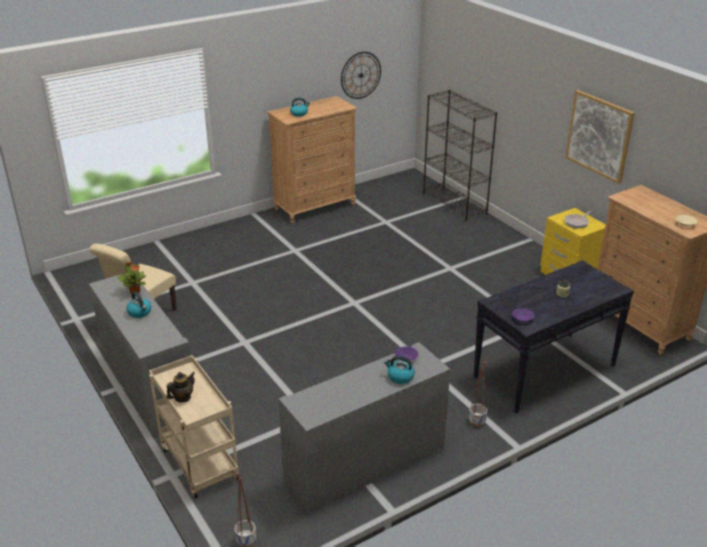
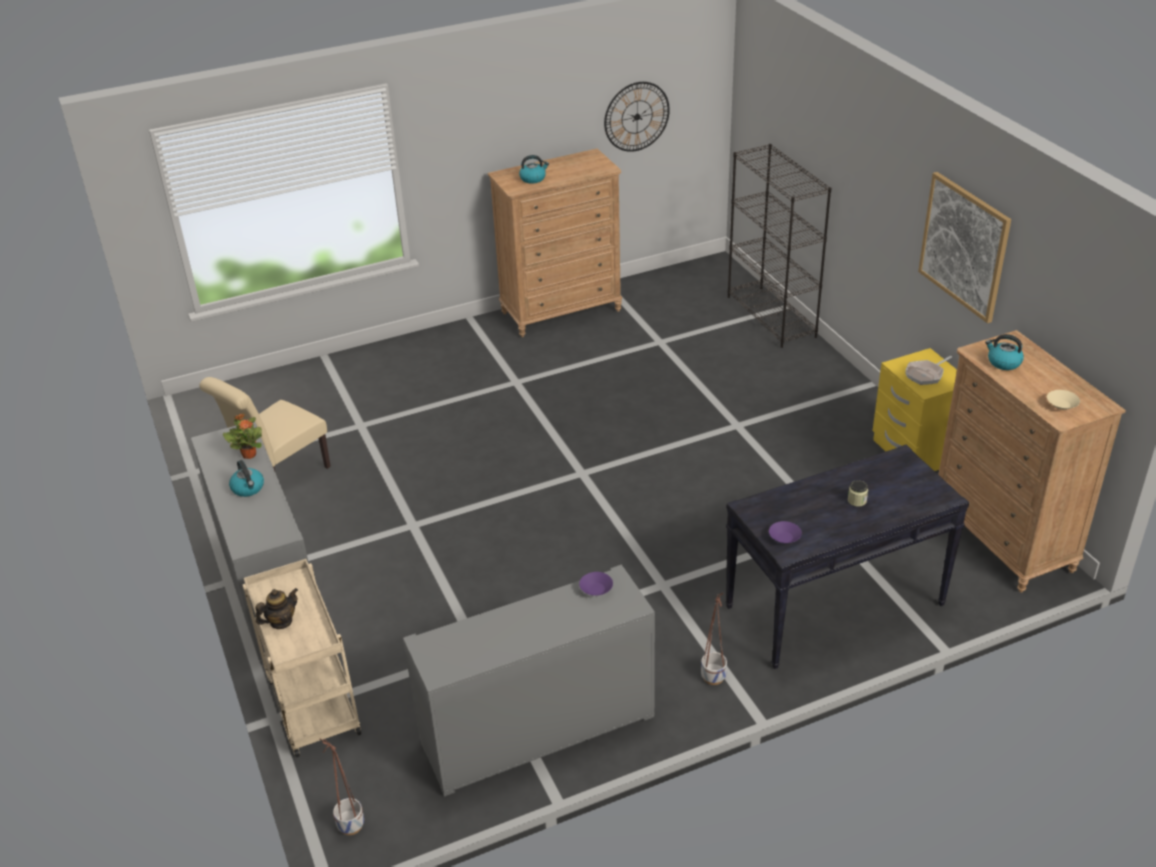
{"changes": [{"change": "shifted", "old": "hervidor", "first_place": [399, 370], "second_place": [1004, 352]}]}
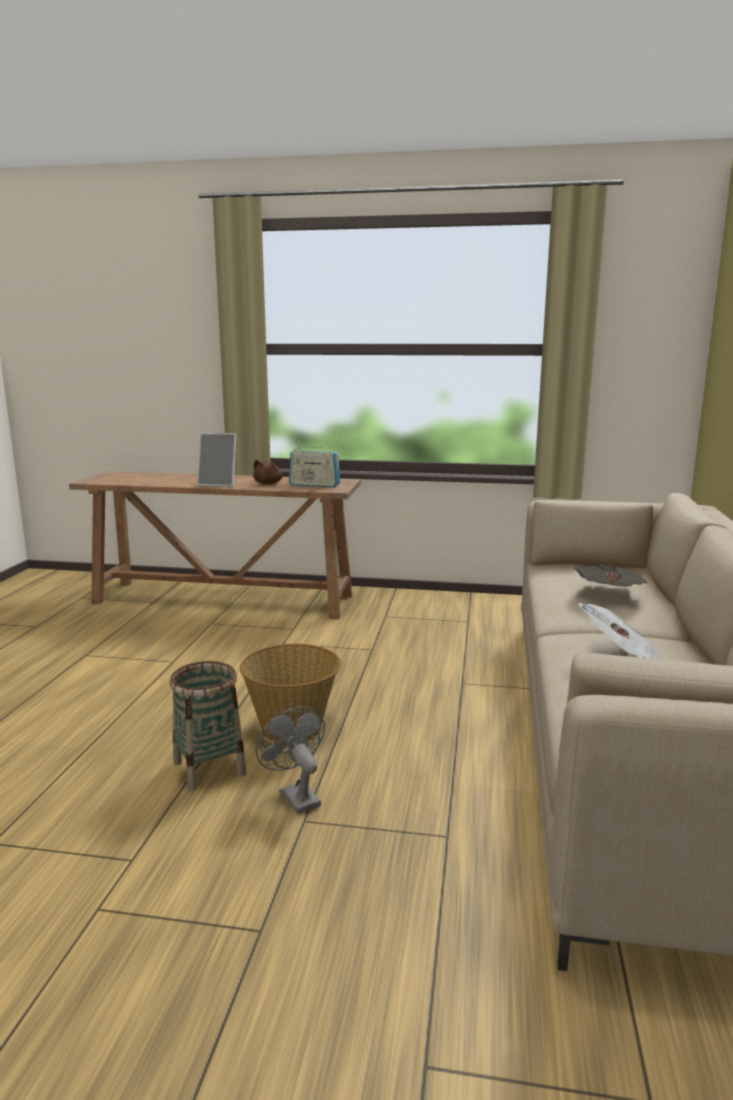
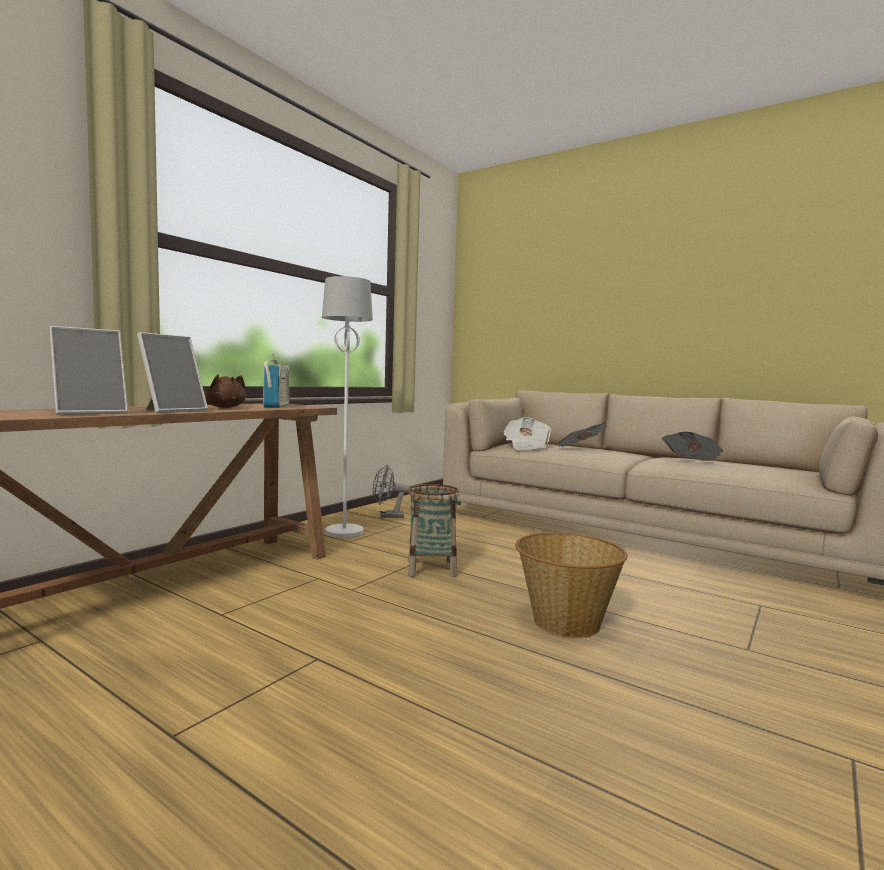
{"changes": [{"change": "rotated", "old": "radio", "first_place": [314, 465], "second_place": [276, 381], "degrees": -45}, {"change": "shifted", "old": "cesta", "first_place": [208, 726], "second_place": [433, 530]}, {"change": "shifted", "old": "ventilador/gris", "first_place": [290, 760], "second_place": [391, 491]}, {"change": "new", "new": "lámpara de pie/blanco", "second_place": [347, 407]}, {"change": "new", "new": "portarretratos", "second_place": [88, 370]}, {"change": "new", "new": "periódico", "second_place": [527, 433]}]}
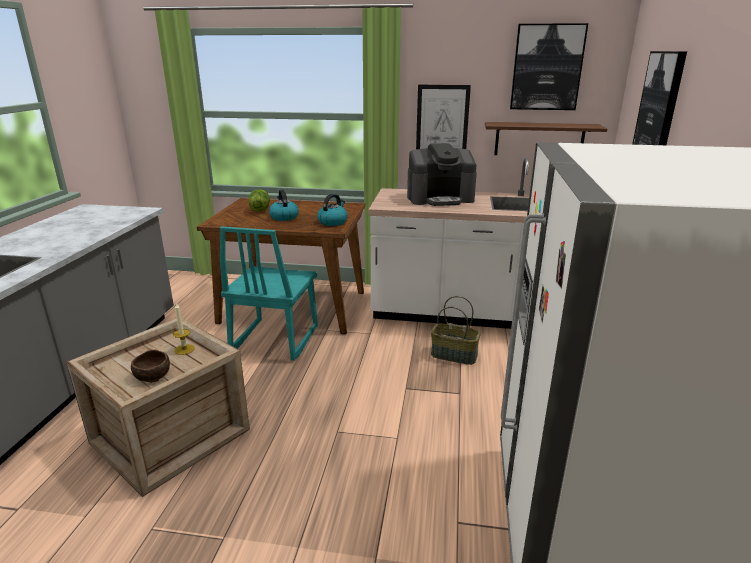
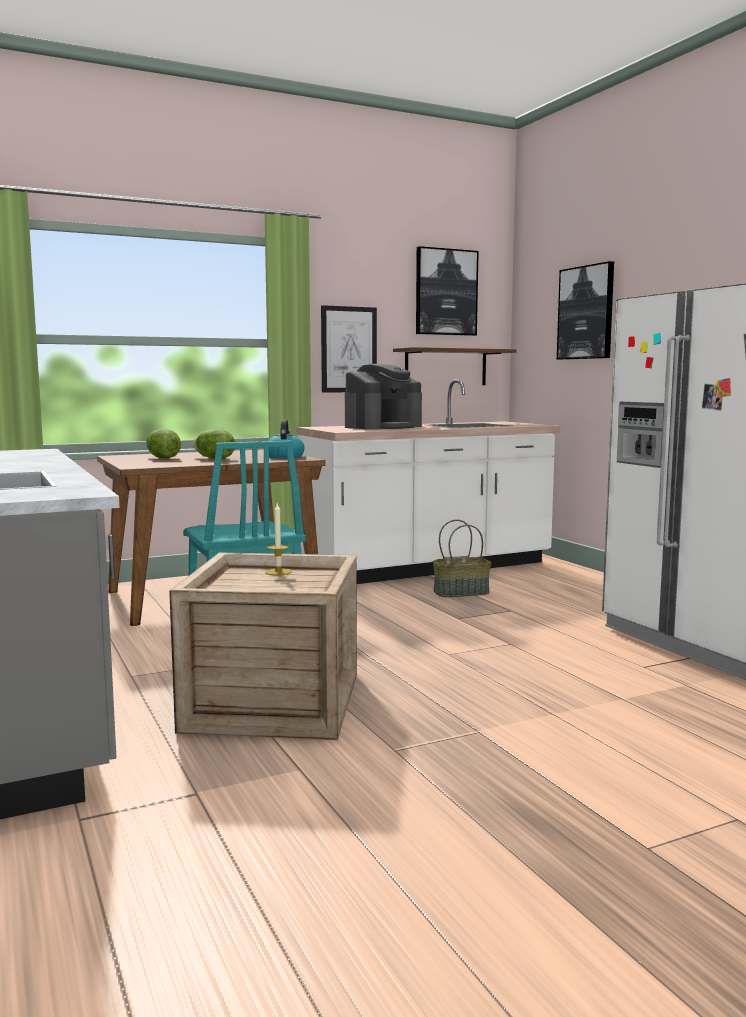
{"changes": [{"change": "swapped", "old": "hervidor", "new": "lechuga", "first_place": [284, 205], "second_place": [214, 444]}, {"change": "gone", "old": "cuenco/marrón", "first_place": [150, 366]}]}
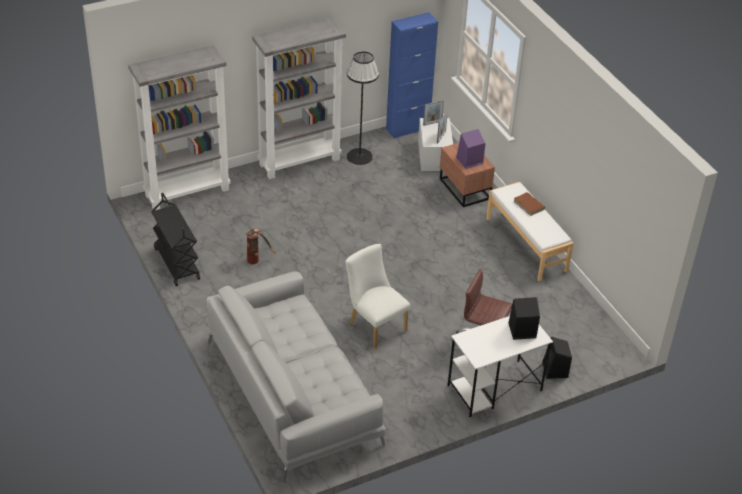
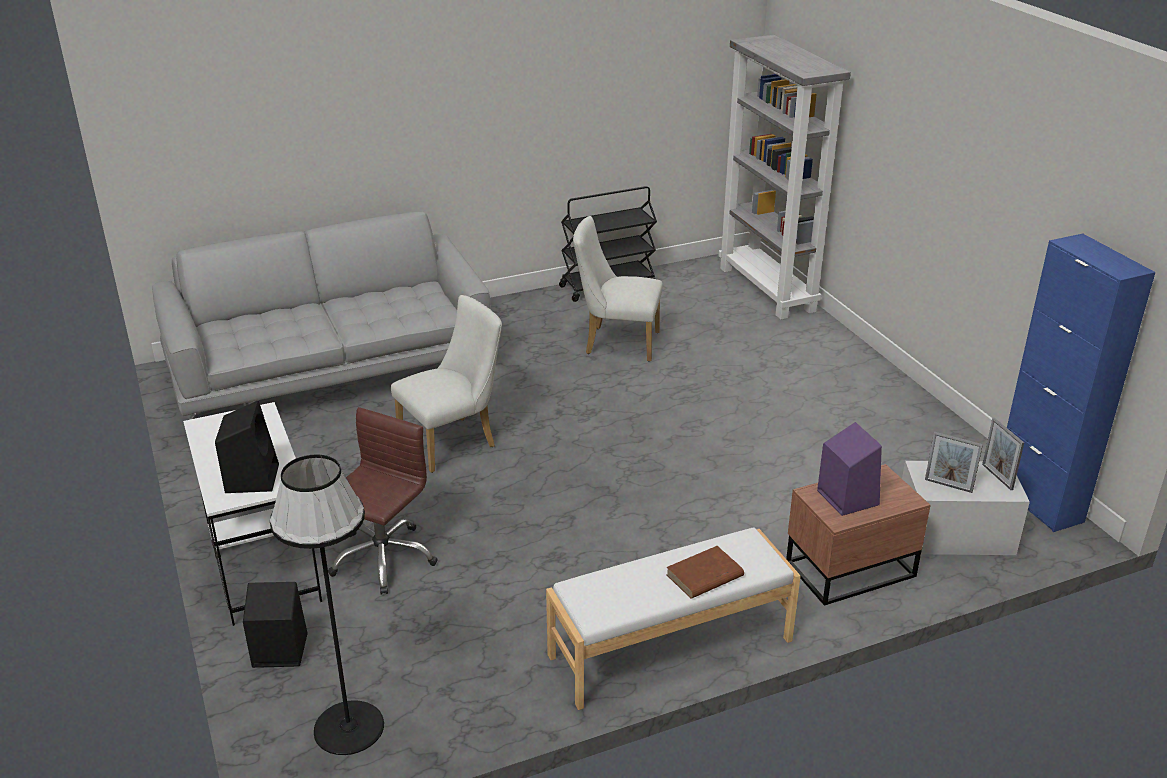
{"changes": [{"change": "gone", "old": "estantería/gris", "first_place": [299, 98]}, {"change": "shifted", "old": "lámpara de pie/negro", "first_place": [363, 108], "second_place": [327, 604]}, {"change": "swapped", "old": "extintor", "new": "silla/blanco", "first_place": [261, 245], "second_place": [618, 289]}]}
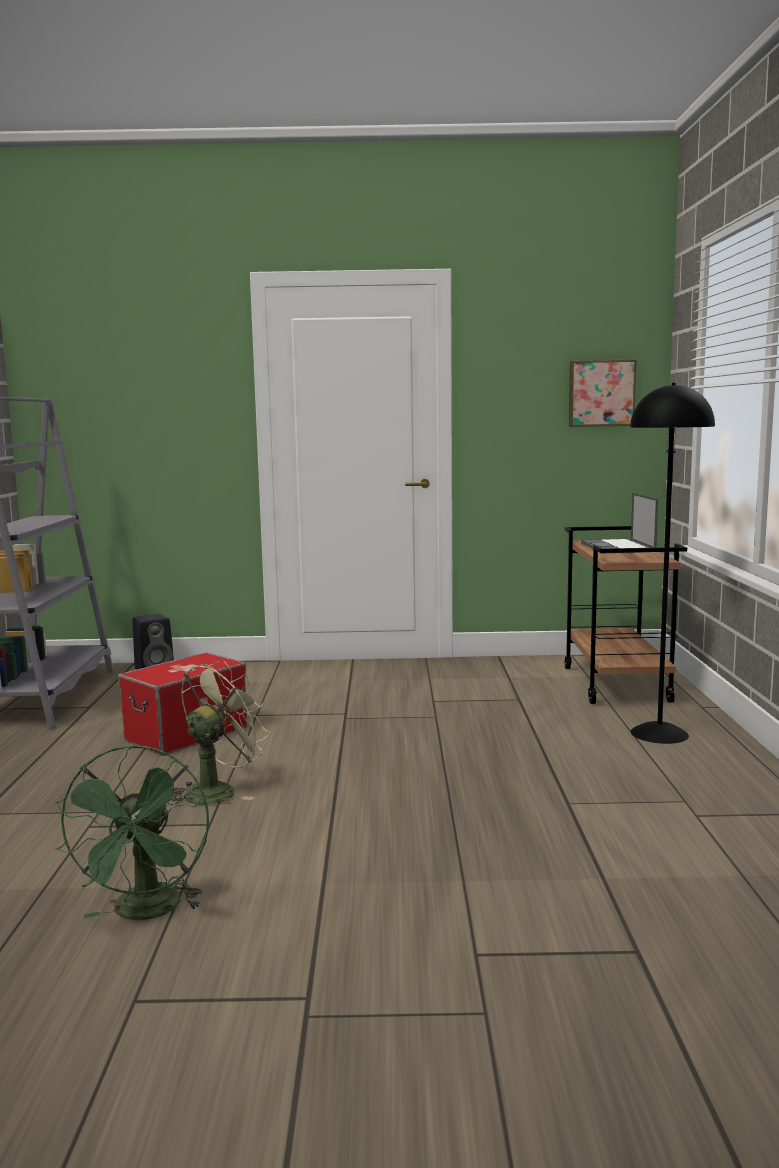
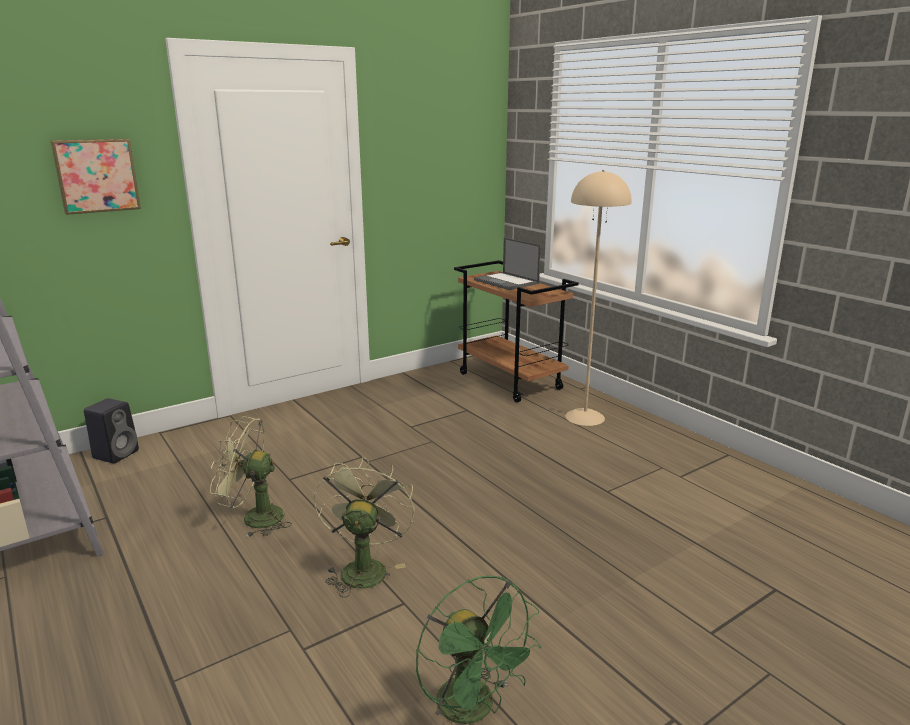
{"changes": [{"change": "shifted", "old": "cuadro", "first_place": [603, 393], "second_place": [96, 177]}, {"change": "repainted", "old": "lámpara de pie/negro", "new": "lámpara de pie/beis", "first_place": [672, 563], "second_place": [598, 298]}, {"change": "swapped", "old": "caja de almacenaje", "new": "ventilador/verde", "first_place": [183, 704], "second_place": [251, 477]}]}
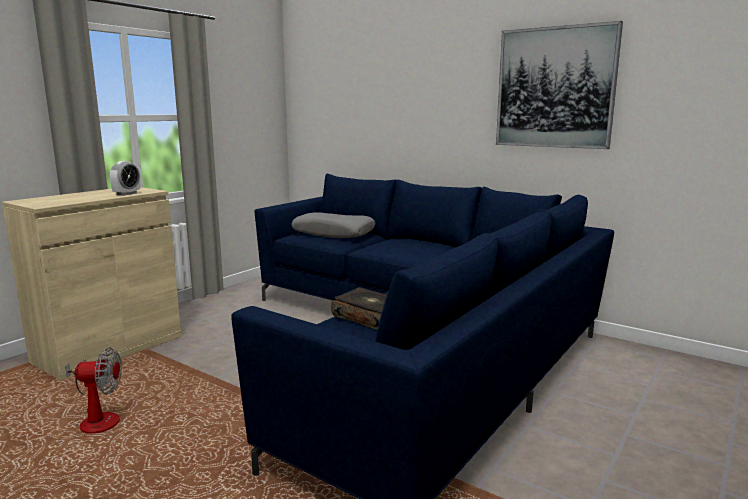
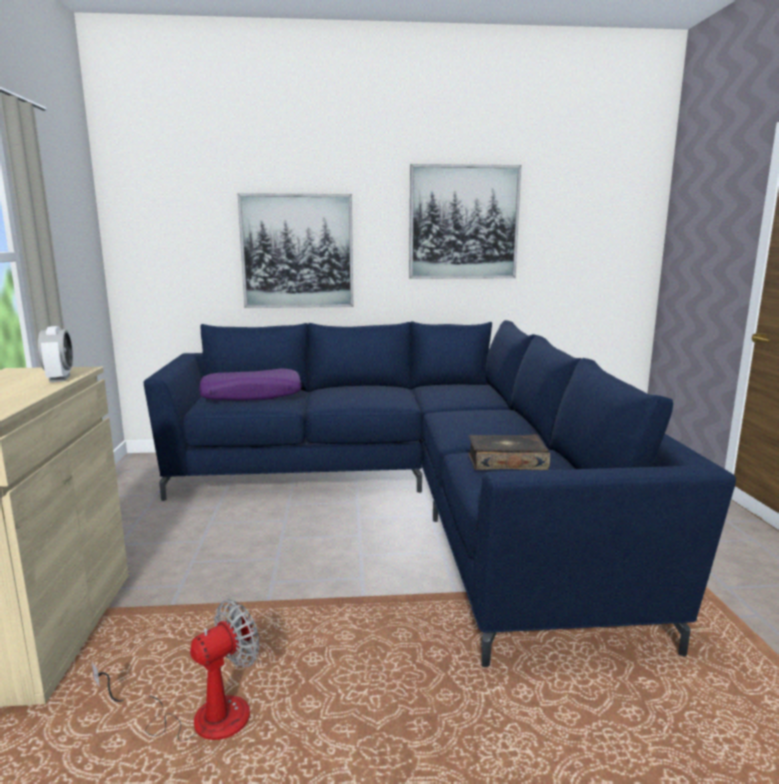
{"changes": [{"change": "repainted", "old": "cojín/gris", "new": "cojín/morado", "first_place": [333, 225], "second_place": [250, 385]}, {"change": "new", "new": "cuadro", "second_place": [295, 250]}]}
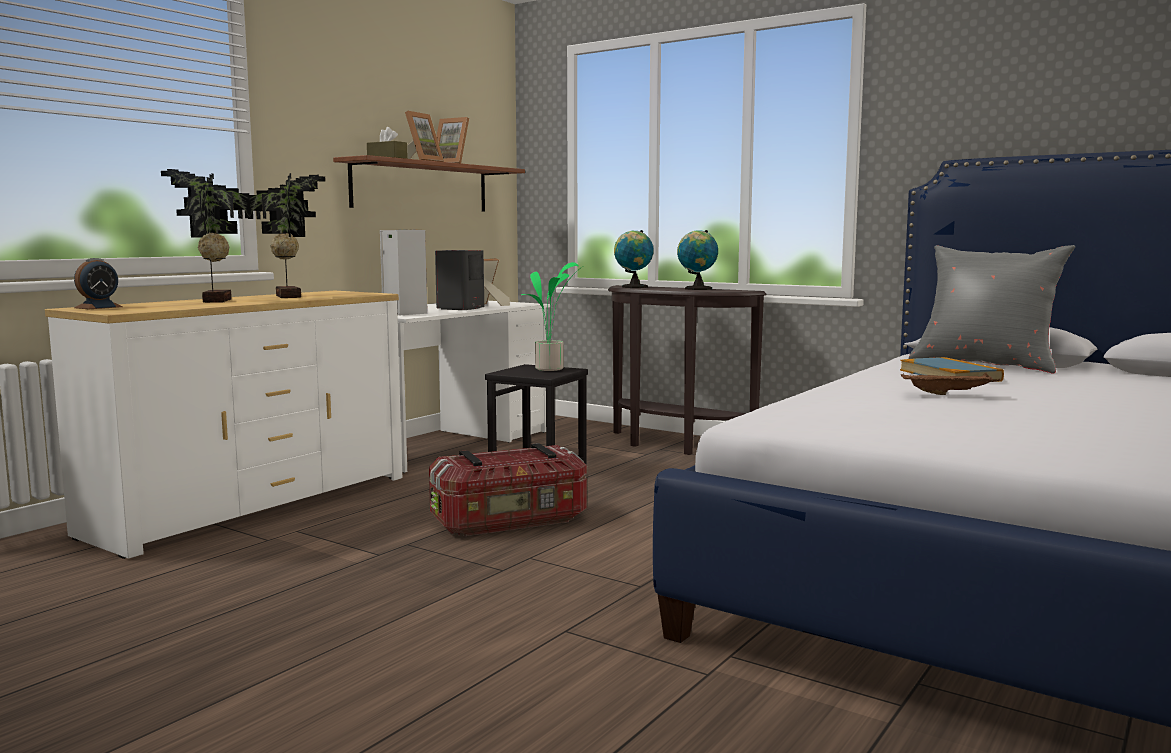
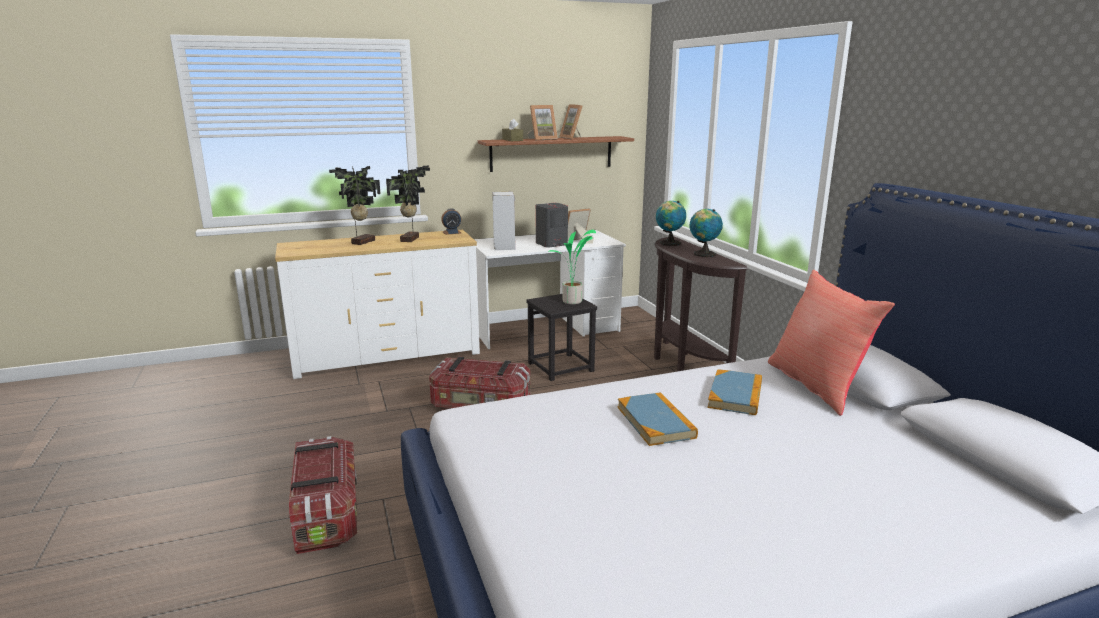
{"changes": [{"change": "repainted", "old": "cojín/gris", "new": "cojín/rojo", "first_place": [992, 309], "second_place": [831, 343]}, {"change": "shifted", "old": "despertador", "first_place": [98, 283], "second_place": [451, 221]}, {"change": "swapped", "old": "bandeja/marrón", "new": "libro", "first_place": [950, 384], "second_place": [657, 419]}, {"change": "new", "new": "caja de almacenaje", "second_place": [323, 495]}]}
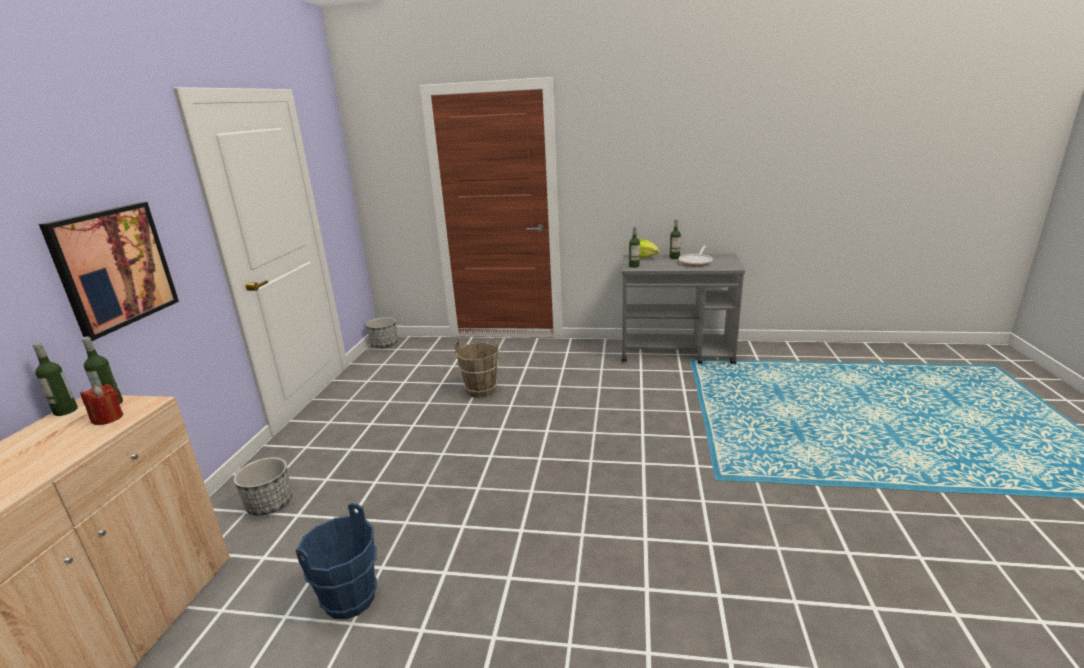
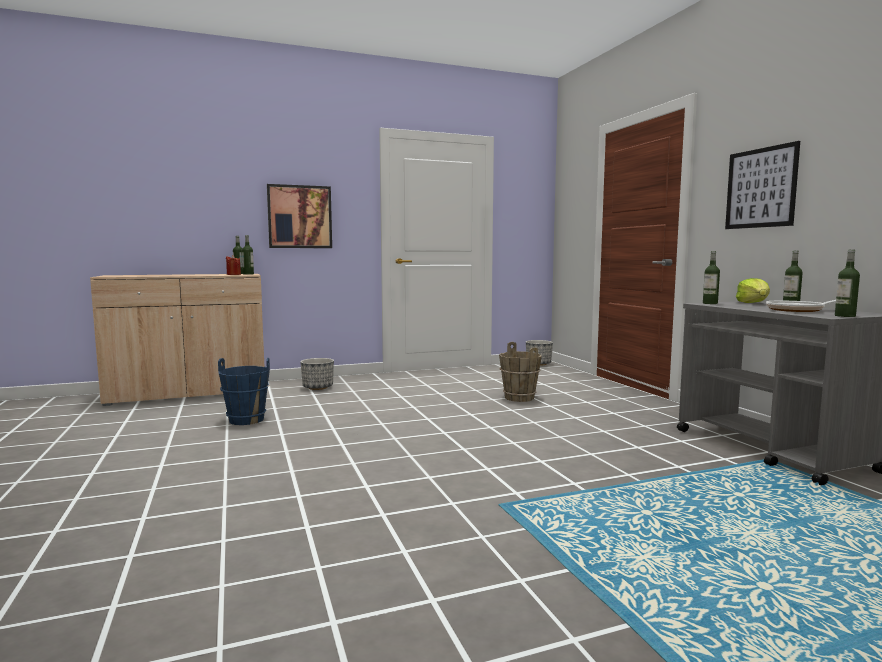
{"changes": [{"change": "new", "new": "cuadro", "second_place": [762, 185]}, {"change": "new", "new": "botella", "second_place": [847, 283]}]}
